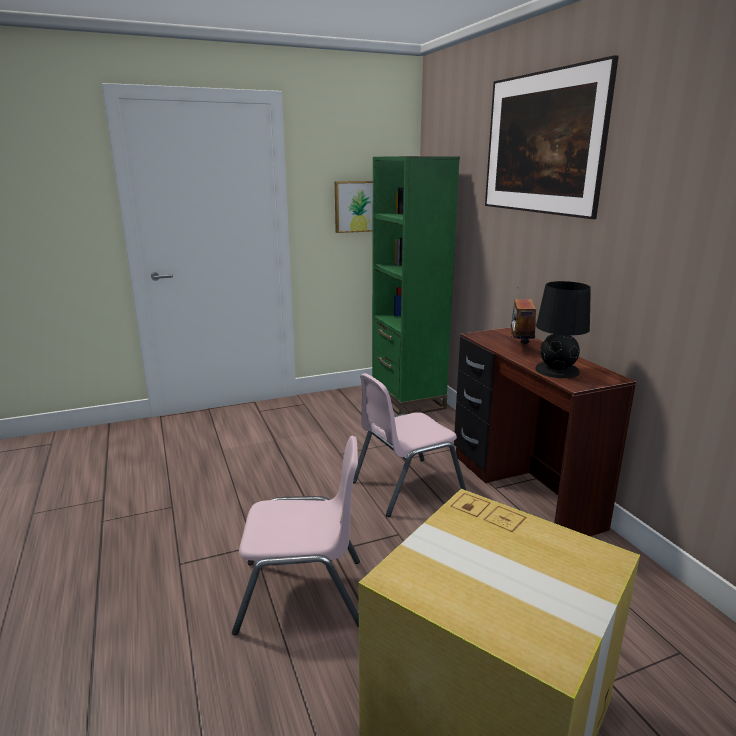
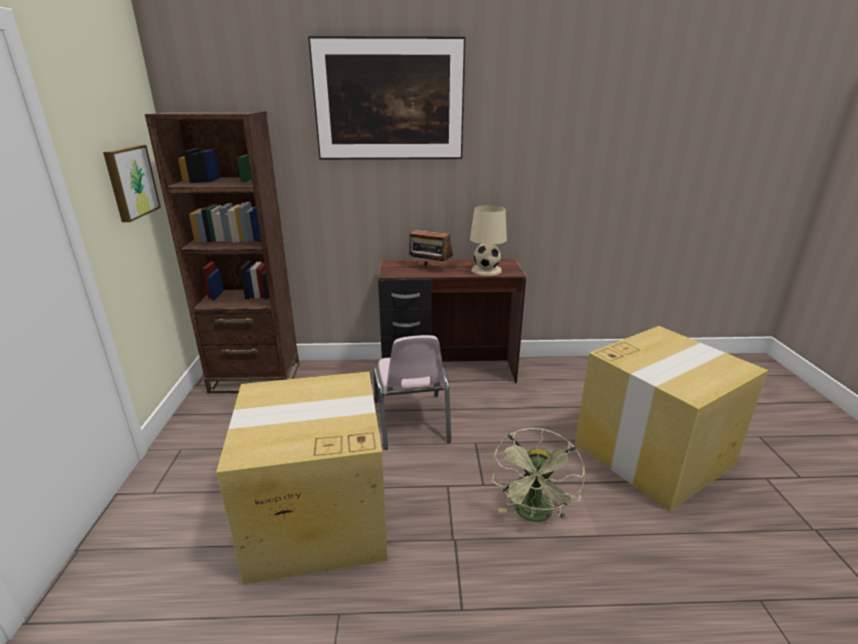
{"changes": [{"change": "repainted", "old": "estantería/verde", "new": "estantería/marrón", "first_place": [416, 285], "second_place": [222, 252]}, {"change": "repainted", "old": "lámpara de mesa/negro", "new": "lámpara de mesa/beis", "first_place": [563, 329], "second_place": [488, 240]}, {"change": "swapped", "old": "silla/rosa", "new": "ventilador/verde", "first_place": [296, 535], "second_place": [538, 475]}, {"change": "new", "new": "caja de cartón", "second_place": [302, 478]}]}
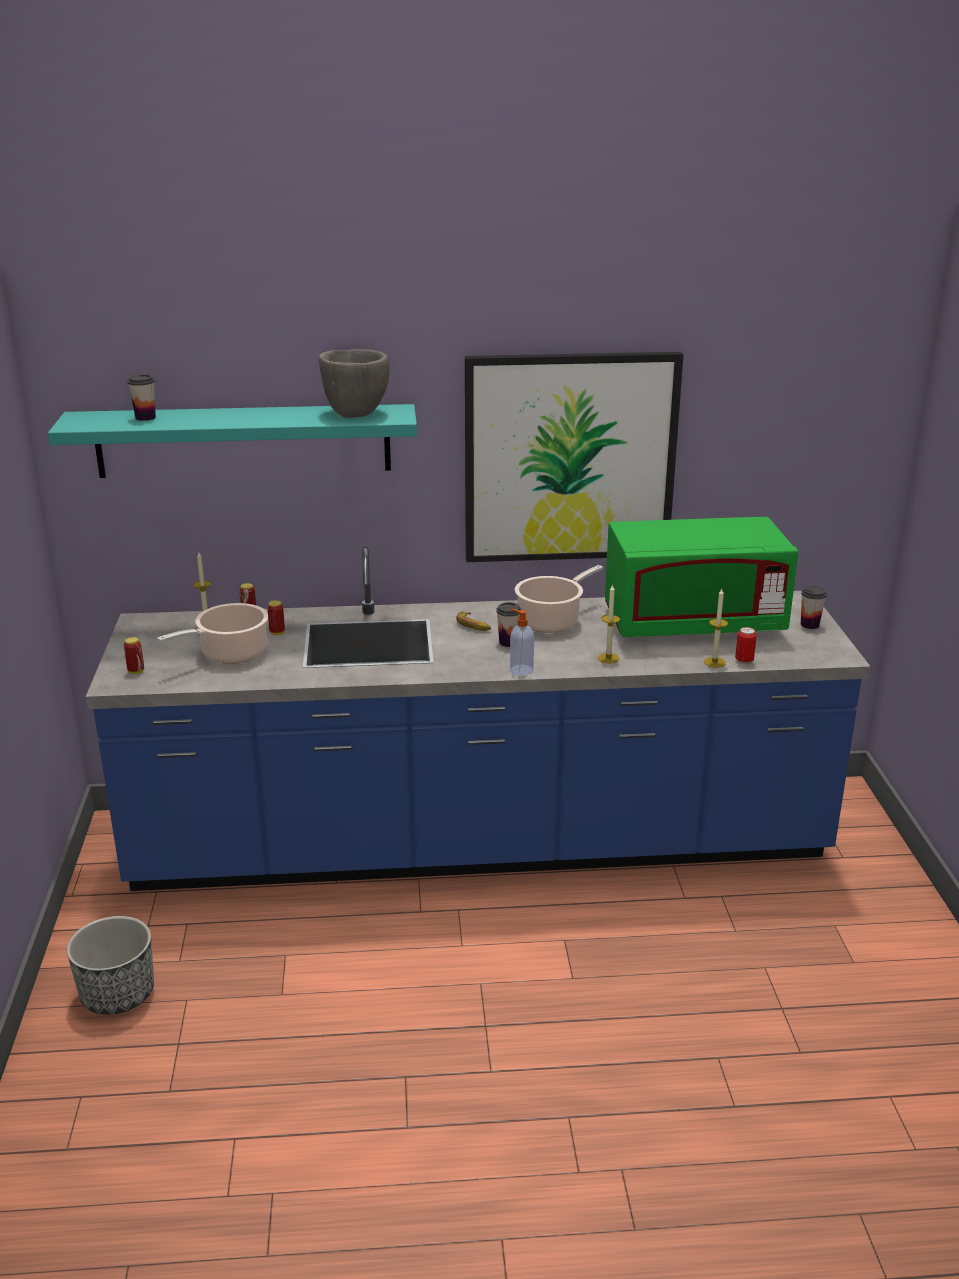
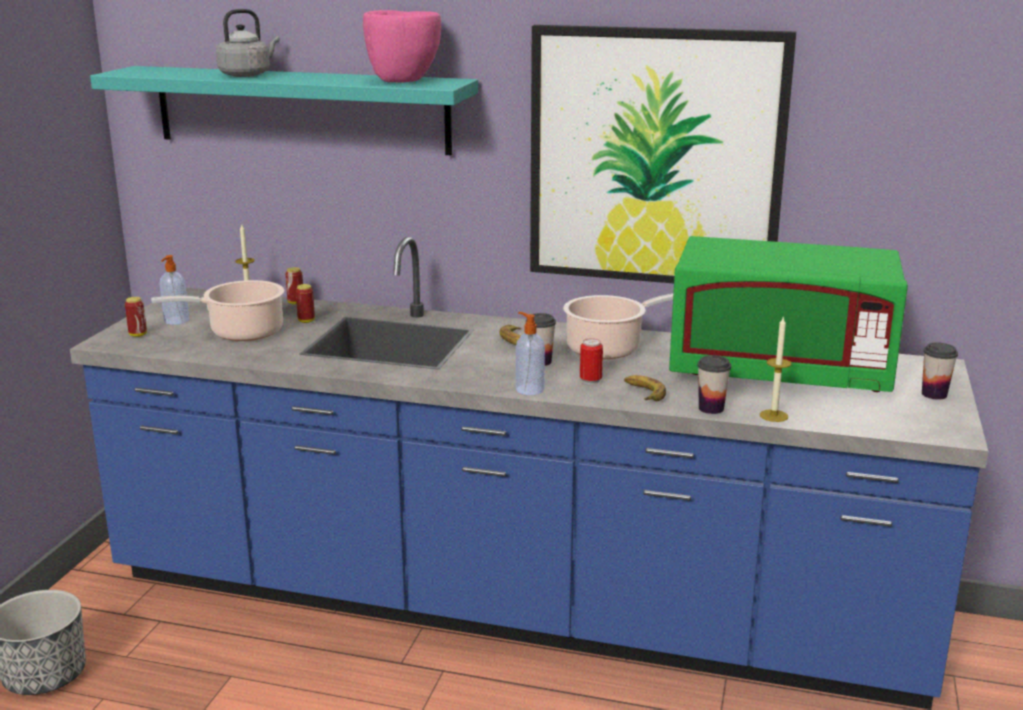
{"changes": [{"change": "repainted", "old": "cuenco/gris", "new": "cuenco/rosa", "first_place": [354, 383], "second_place": [402, 46]}, {"change": "shifted", "old": "taza", "first_place": [141, 397], "second_place": [714, 384]}, {"change": "swapped", "old": "vela", "new": "plátano", "first_place": [609, 623], "second_place": [645, 388]}, {"change": "shifted", "old": "lata", "first_place": [746, 646], "second_place": [591, 362]}, {"change": "new", "new": "hervidor/gris", "second_place": [248, 43]}, {"change": "new", "new": "dispensador de jabón", "second_place": [174, 290]}]}
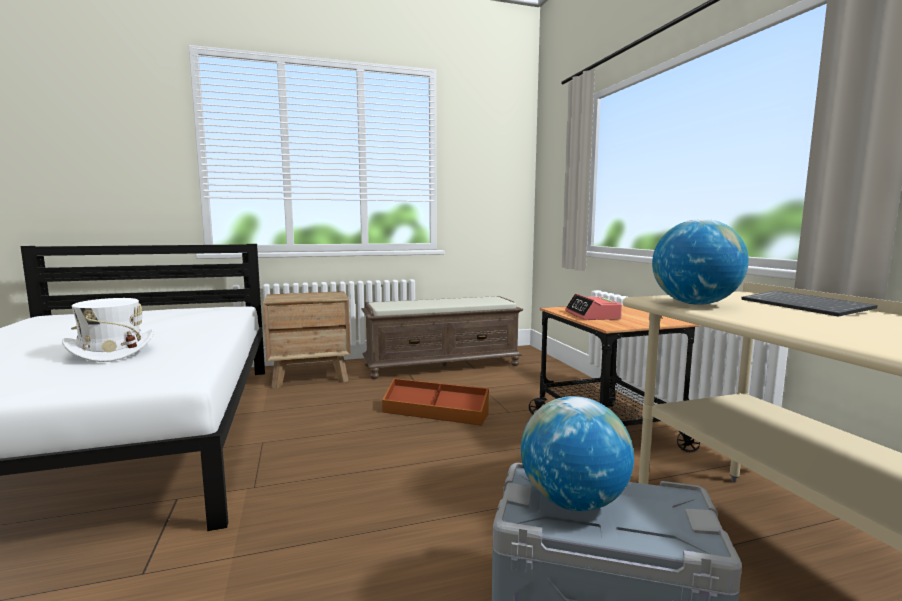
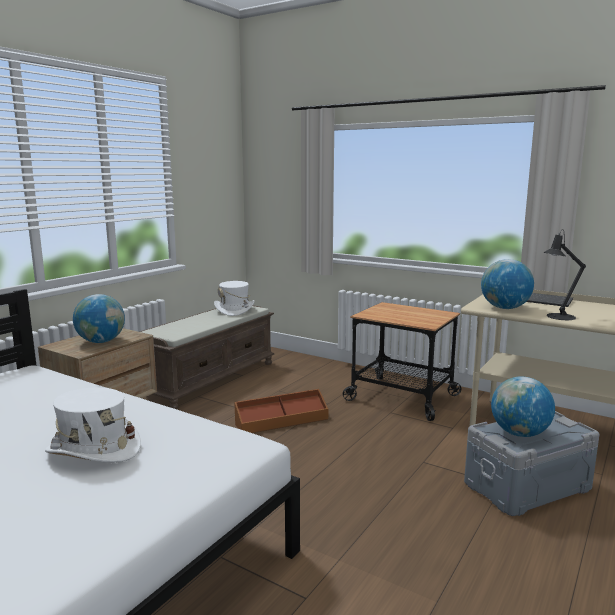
{"changes": [{"change": "gone", "old": "despertador", "first_place": [593, 307]}, {"change": "new", "new": "lámpara de mesa/negro", "second_place": [564, 275]}, {"change": "new", "new": "sombrero/blanco", "second_place": [234, 298]}, {"change": "new", "new": "globo terráqueo", "second_place": [99, 318]}]}
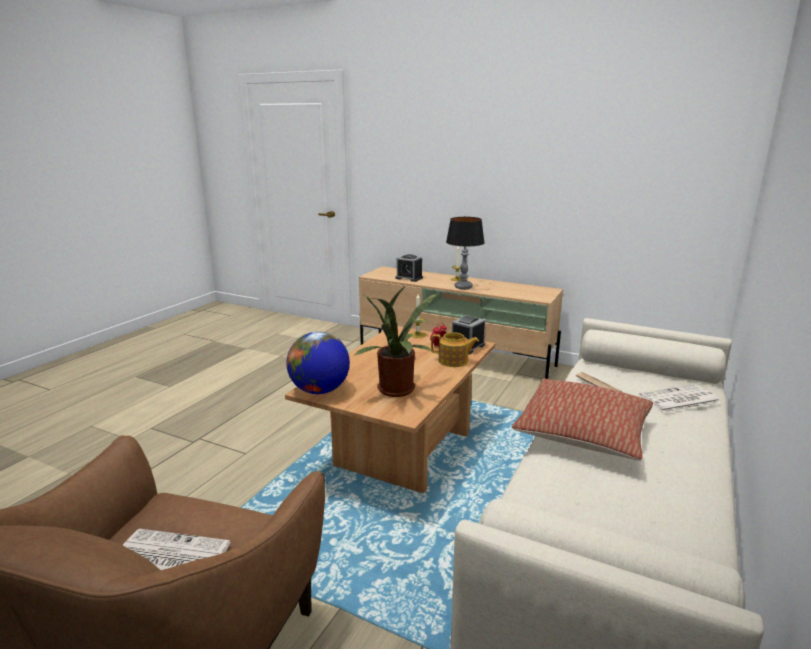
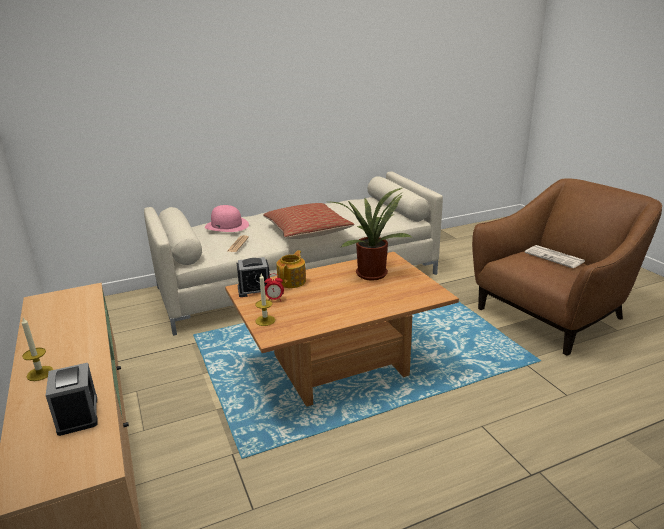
{"changes": [{"change": "gone", "old": "lámpara de mesa", "first_place": [465, 253]}, {"change": "gone", "old": "globo terráqueo", "first_place": [318, 363]}, {"change": "rotated", "old": "tetera", "first_place": [455, 349], "second_place": [291, 269], "degrees": 60}, {"change": "swapped", "old": "periódico", "new": "sombrero/rosa", "first_place": [680, 398], "second_place": [227, 218]}]}
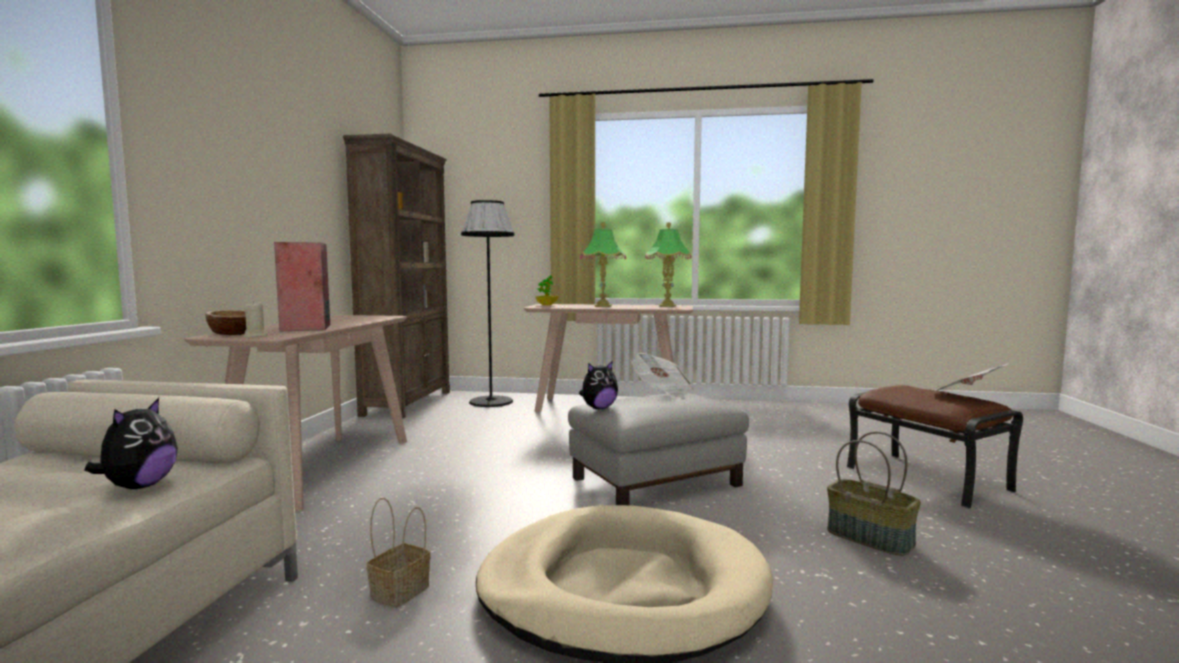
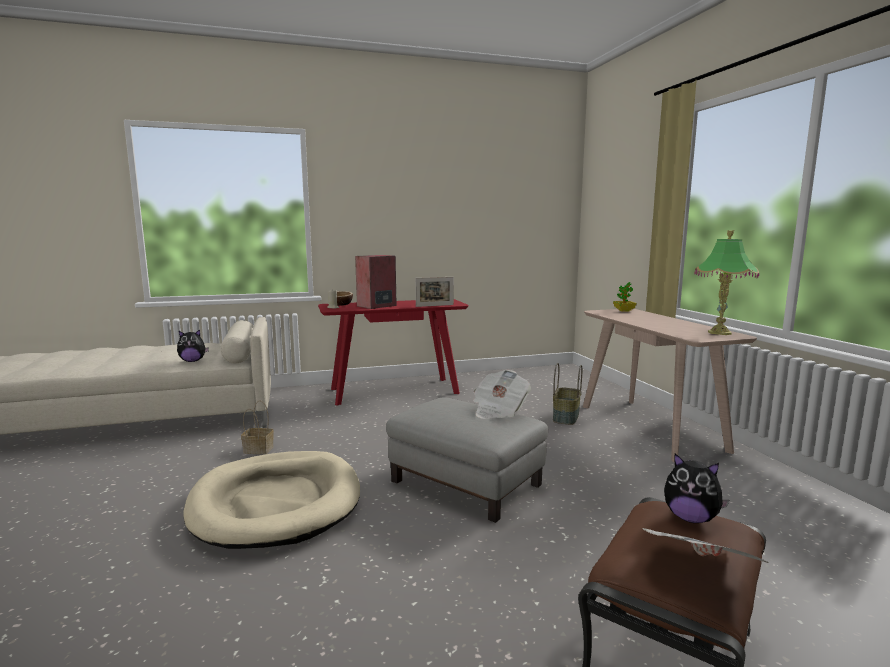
{"changes": [{"change": "gone", "old": "estantería/marrón", "first_place": [396, 276]}, {"change": "gone", "old": "lámpara de pie/negro", "first_place": [488, 303]}, {"change": "gone", "old": "lámpara de mesa", "first_place": [603, 264]}, {"change": "repainted", "old": "mesa consola/beis", "new": "mesa consola/rojo", "first_place": [295, 413], "second_place": [393, 352]}, {"change": "shifted", "old": "peluche", "first_place": [598, 385], "second_place": [696, 488]}, {"change": "shifted", "old": "cesta", "first_place": [874, 493], "second_place": [567, 394]}, {"change": "new", "new": "portarretratos", "second_place": [434, 292]}]}
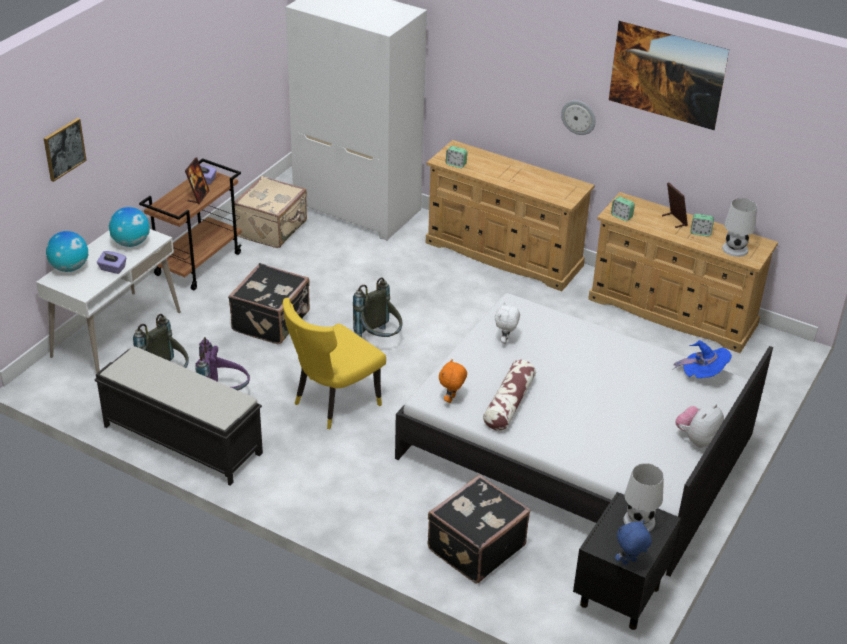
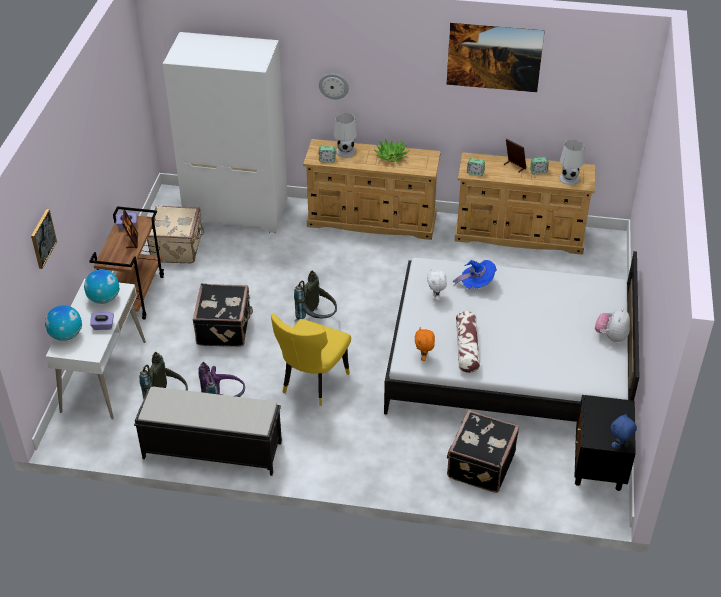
{"changes": [{"change": "shifted", "old": "reloj de pared", "first_place": [578, 117], "second_place": [334, 87]}, {"change": "shifted", "old": "sombrero/azul", "first_place": [702, 359], "second_place": [475, 274]}, {"change": "shifted", "old": "lámpara de mesa/blanco", "first_place": [643, 497], "second_place": [345, 135]}, {"change": "new", "new": "planta en maceta", "second_place": [392, 150]}]}
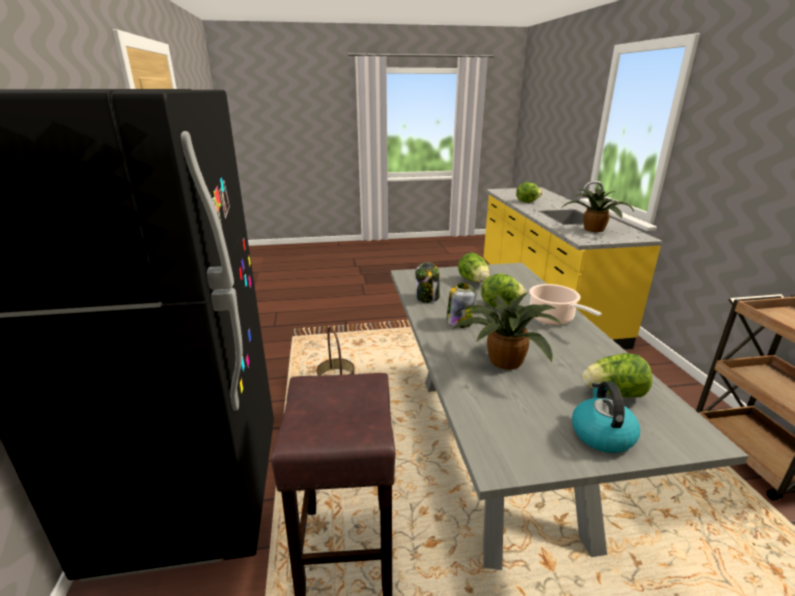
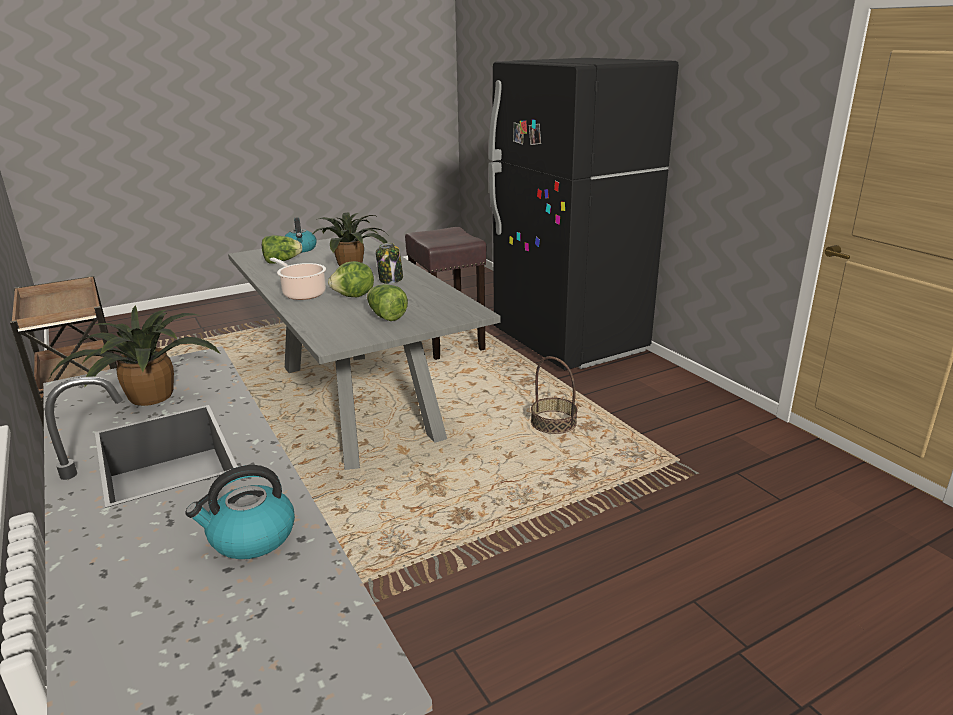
{"changes": [{"change": "swapped", "old": "lechuga", "new": "hervidor", "first_place": [529, 192], "second_place": [240, 512]}, {"change": "gone", "old": "tarro", "first_place": [427, 282]}]}
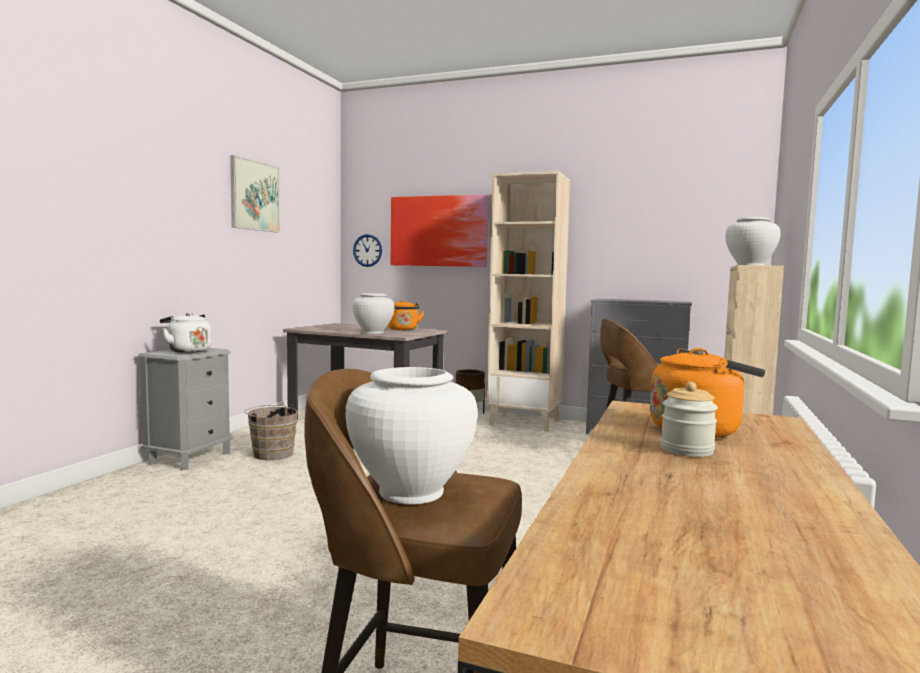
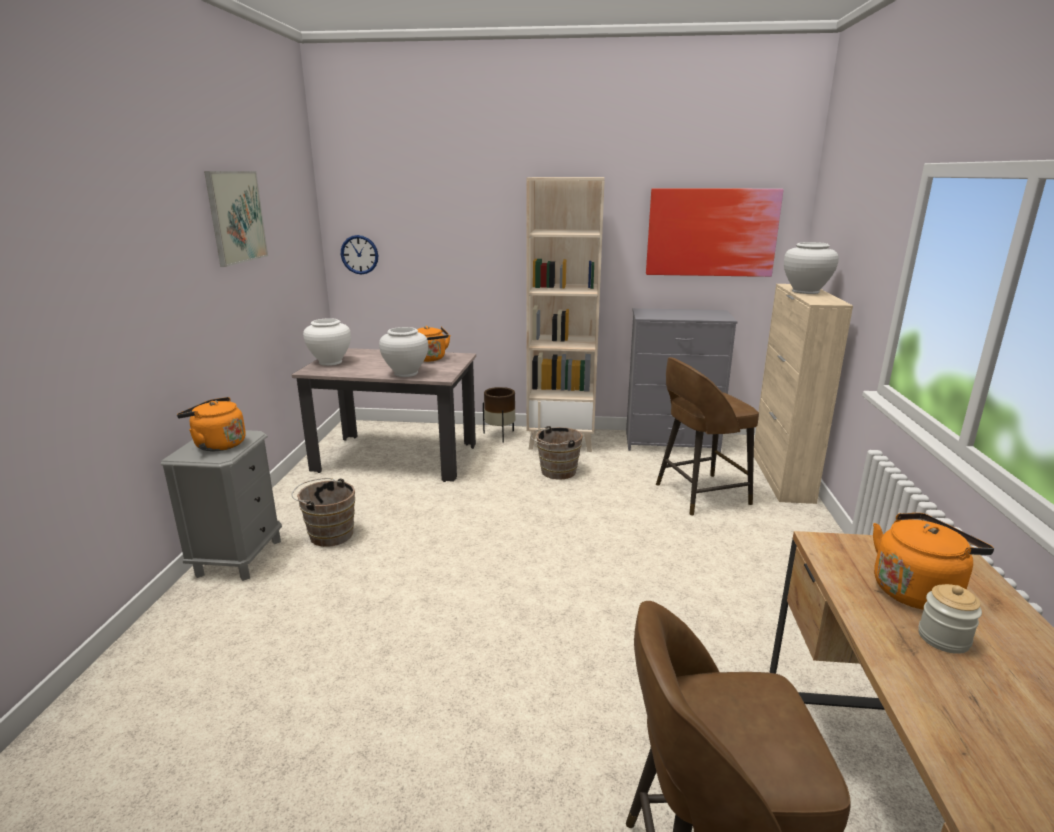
{"changes": [{"change": "shifted", "old": "cuadro", "first_place": [440, 230], "second_place": [715, 232]}, {"change": "repainted", "old": "hervidor/blanco", "new": "hervidor/naranja", "first_place": [185, 333], "second_place": [211, 424]}, {"change": "shifted", "old": "florero/blanco", "first_place": [411, 435], "second_place": [327, 342]}, {"change": "new", "new": "cubo/marrón", "second_place": [557, 453]}]}
